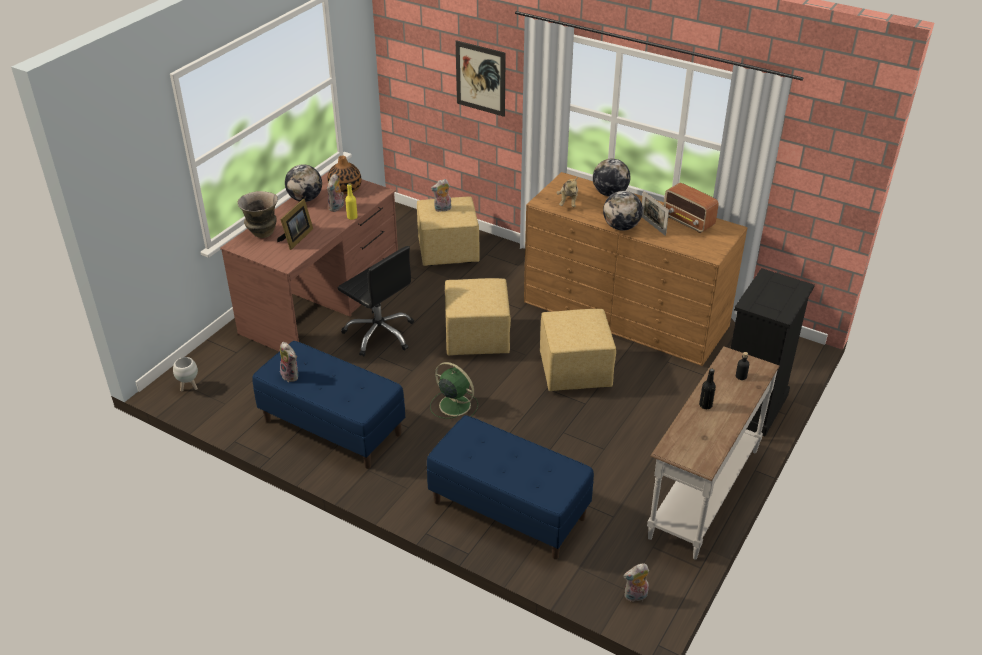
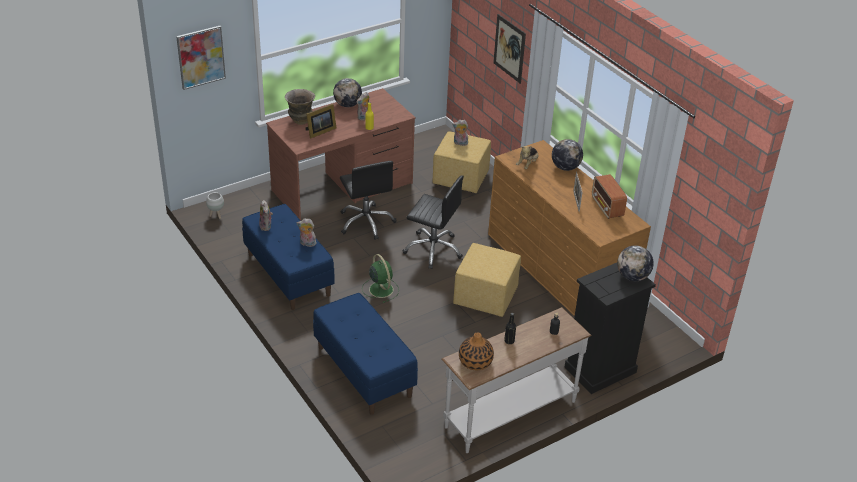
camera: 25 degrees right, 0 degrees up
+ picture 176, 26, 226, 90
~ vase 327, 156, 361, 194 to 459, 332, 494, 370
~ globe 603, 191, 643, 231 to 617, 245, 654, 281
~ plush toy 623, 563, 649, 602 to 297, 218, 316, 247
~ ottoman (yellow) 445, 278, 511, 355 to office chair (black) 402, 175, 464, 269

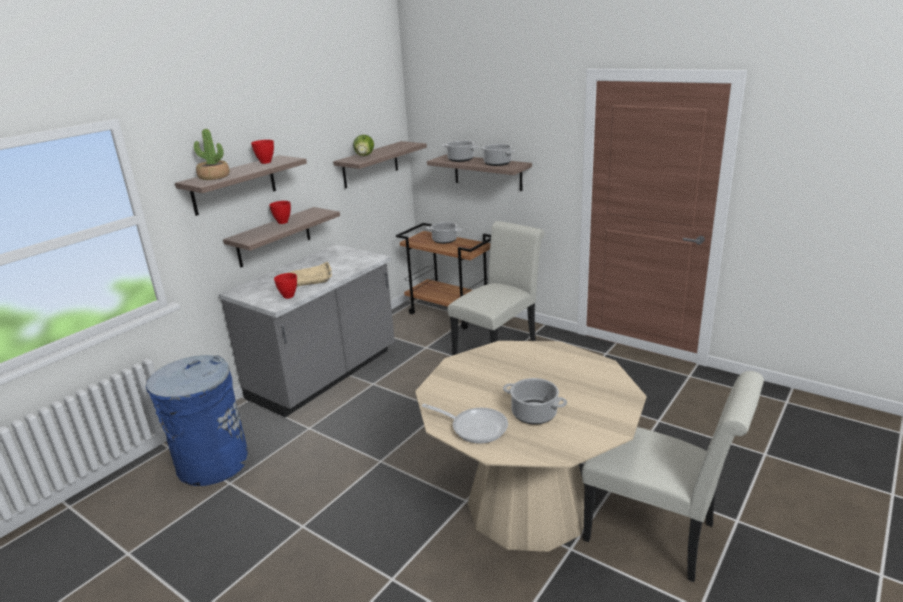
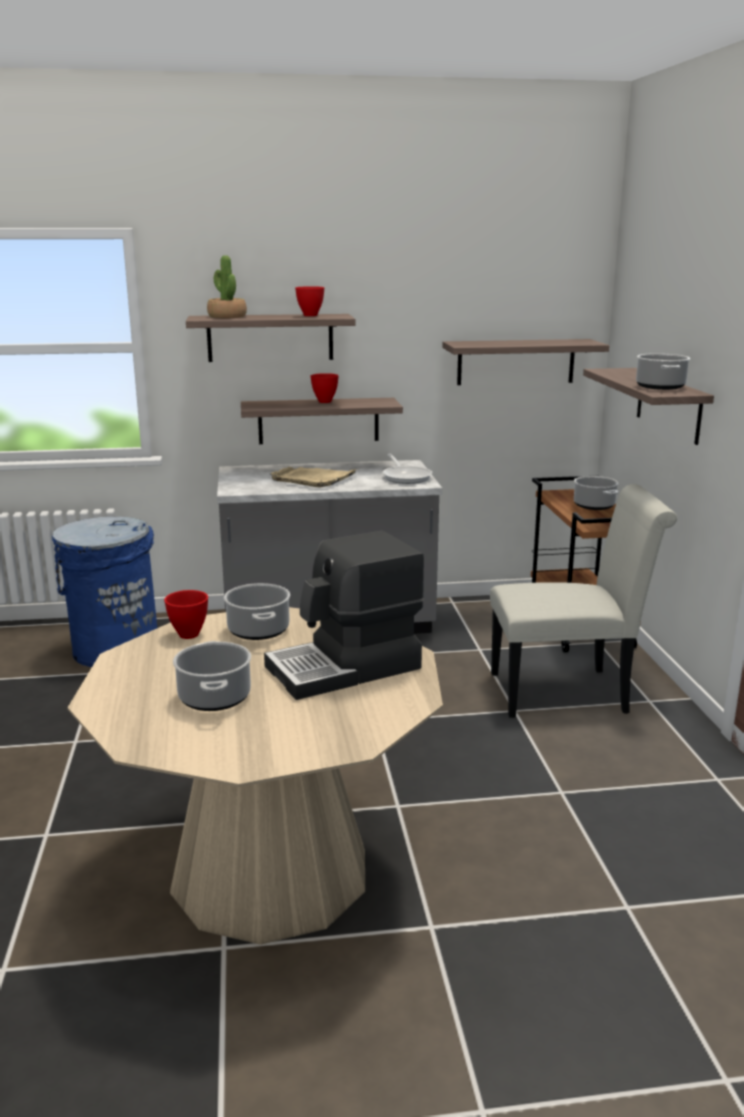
camera: 45 degrees right, 5 degrees down
- lettuce 353, 135, 374, 156
- chair (white) 582, 371, 764, 582
+ coffee machine 264, 531, 424, 700
~ bowl (red) 274, 273, 297, 299 to 164, 590, 208, 639
~ frying pan 422, 404, 508, 444 to 382, 454, 432, 484
~ cooking pot 442, 141, 479, 162 to 224, 583, 290, 640

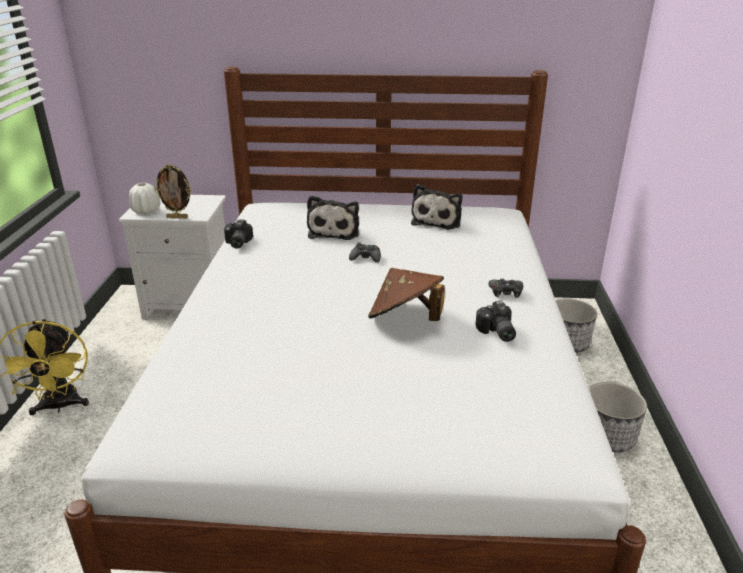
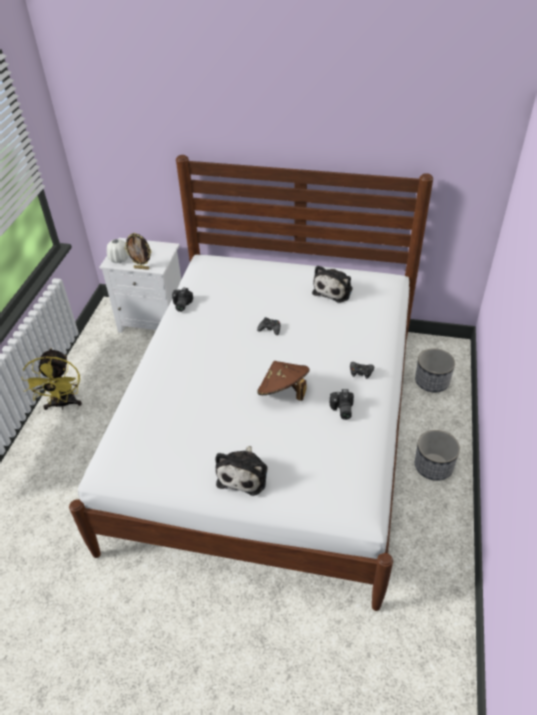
camera: 10 degrees right, 15 degrees up
~ plush toy 307, 195, 359, 240 to 215, 446, 268, 496

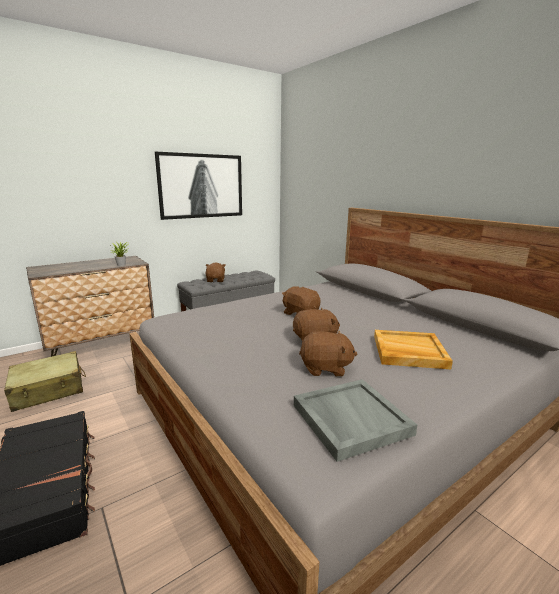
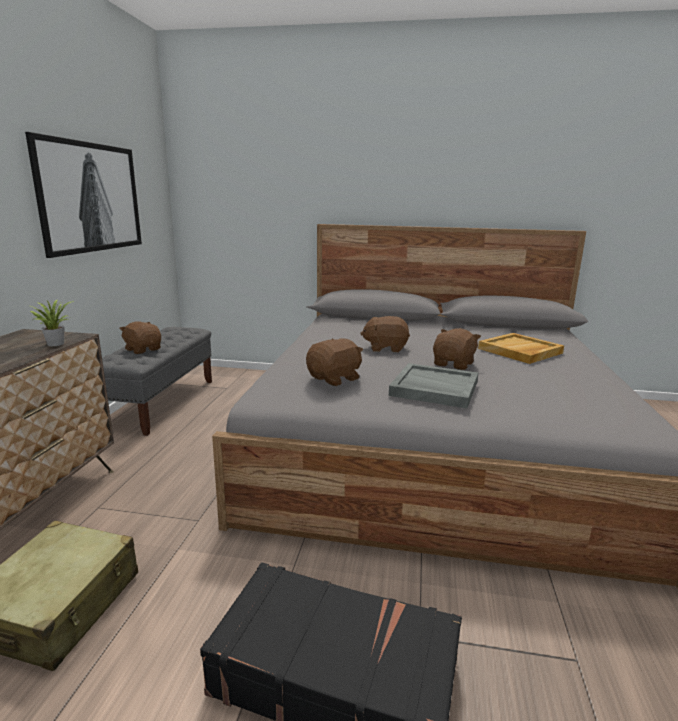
camera: 45 degrees left, 0 degrees up
~ tray (grey) 294, 379, 417, 462 to 389, 363, 478, 408
~ plush toy (brown) 299, 331, 357, 376 to 306, 338, 363, 386

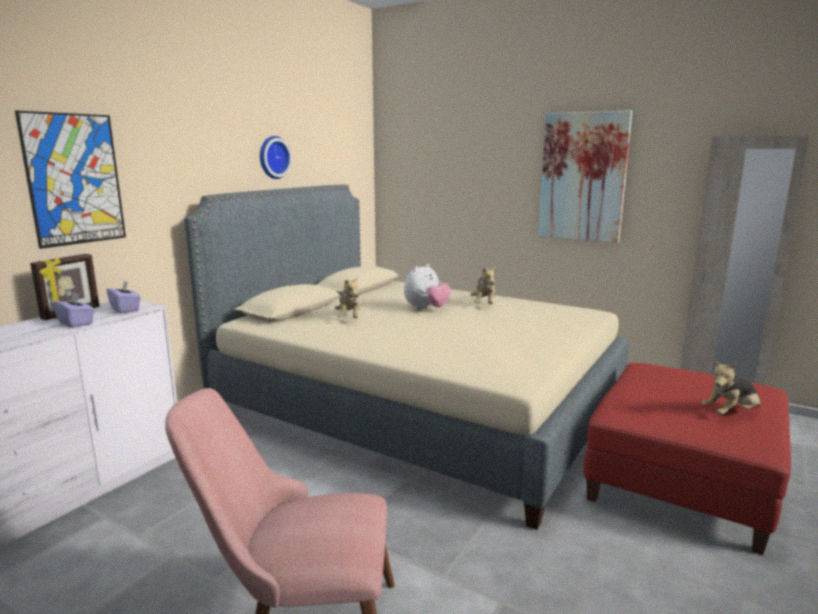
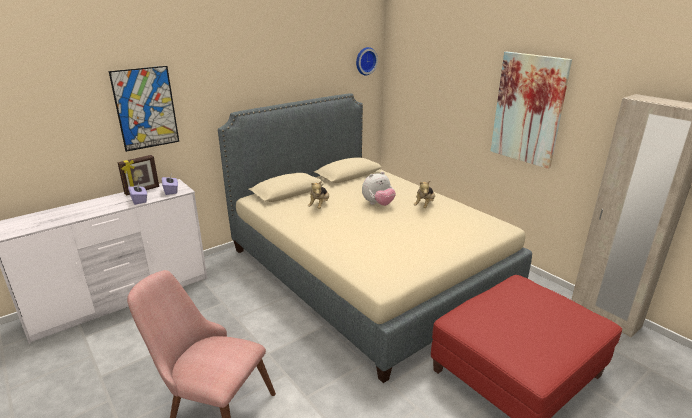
camera: 20 degrees right, 10 degrees up
- plush toy 702, 361, 761, 415
~ wall clock 260, 136, 292, 179 to 356, 47, 378, 75

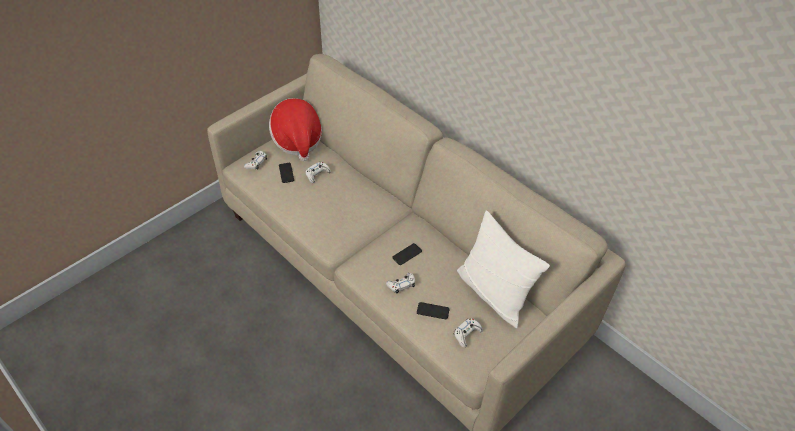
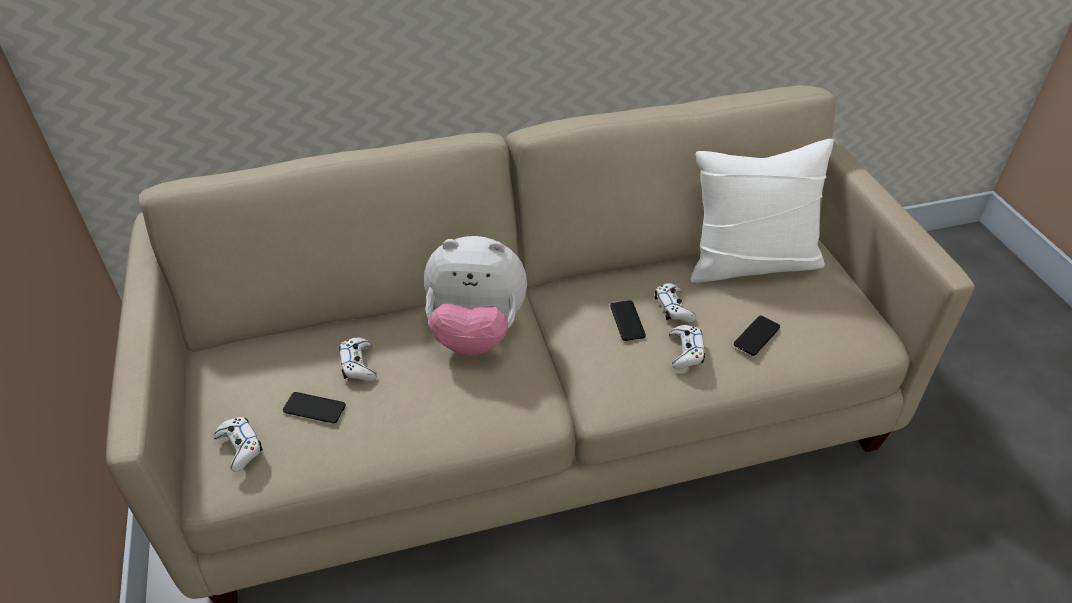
camera: 60 degrees left, 5 degrees down
- hat 269, 98, 322, 161
+ plush toy 424, 236, 527, 356
~ game controller (white) 454, 318, 483, 348 to 654, 283, 696, 322

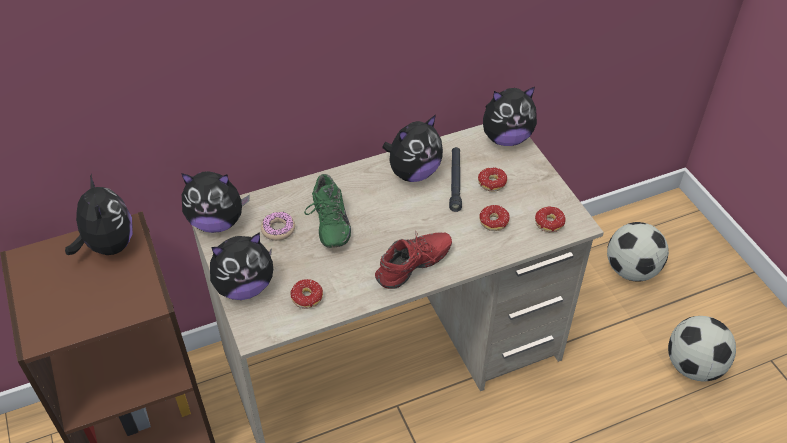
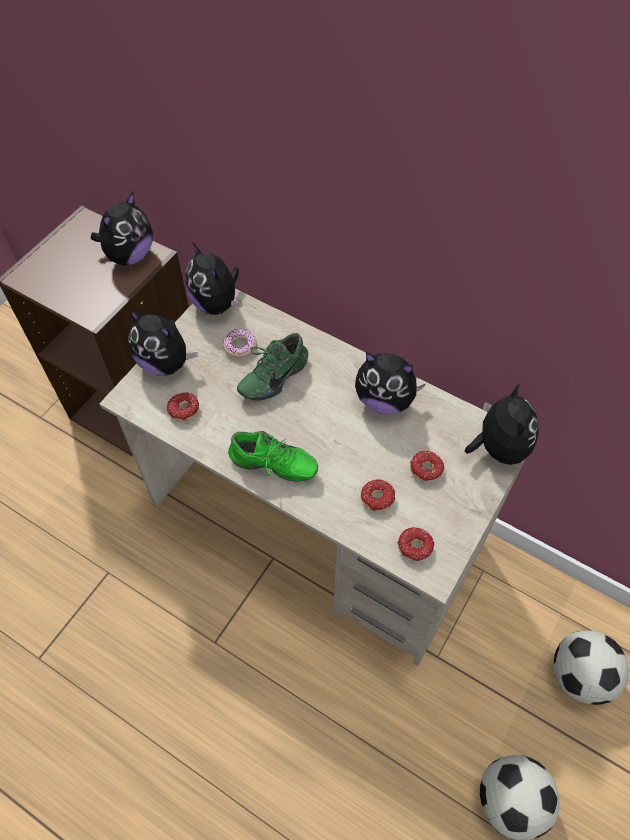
camera: 55 degrees right, 10 degrees up
- flashlight (black) 449, 147, 462, 212
~ shoe (red) 375, 232, 452, 289 to shoe (green) 228, 431, 318, 482
~ plush toy 483, 87, 537, 146 = 465, 384, 539, 465 135 degrees counterclockwise

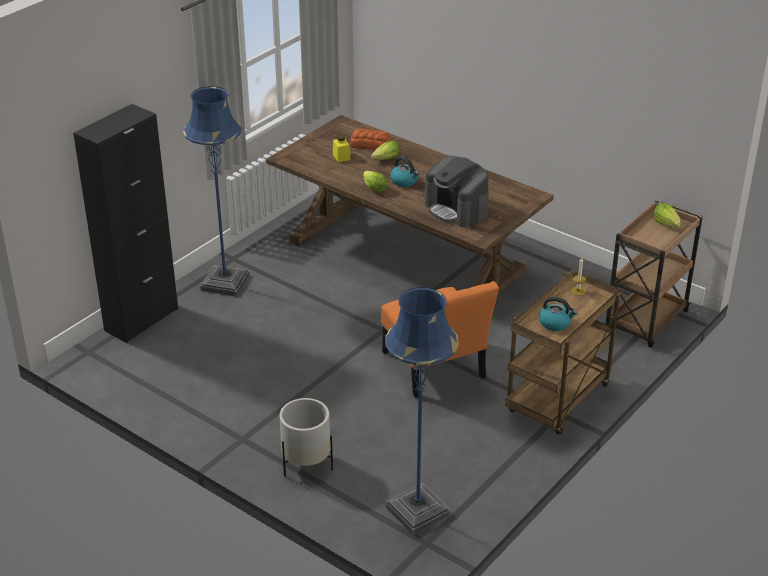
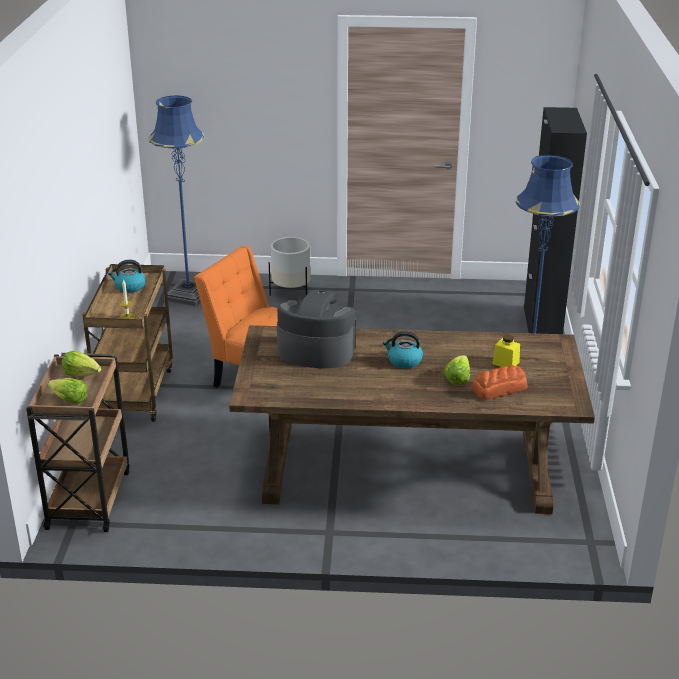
camera: 145 degrees right, 5 degrees down
~ lettuce 363, 171, 387, 192 to 62, 351, 101, 376

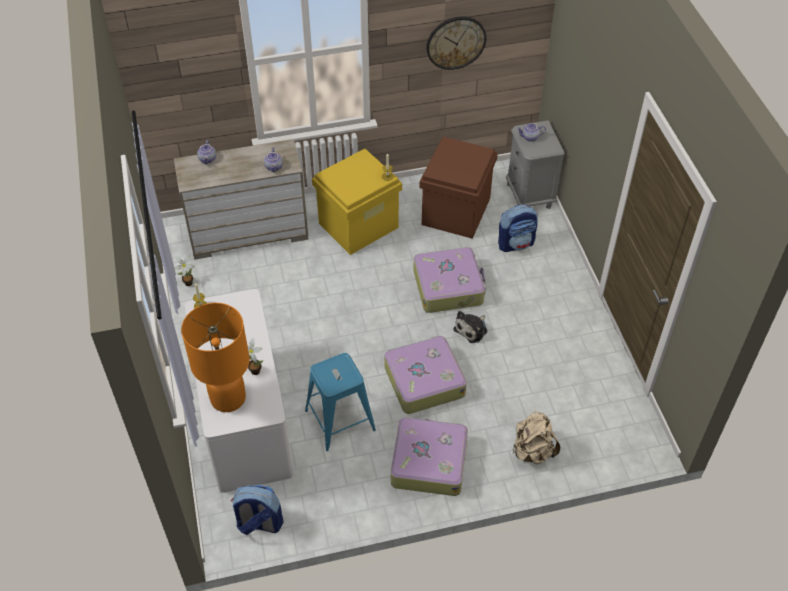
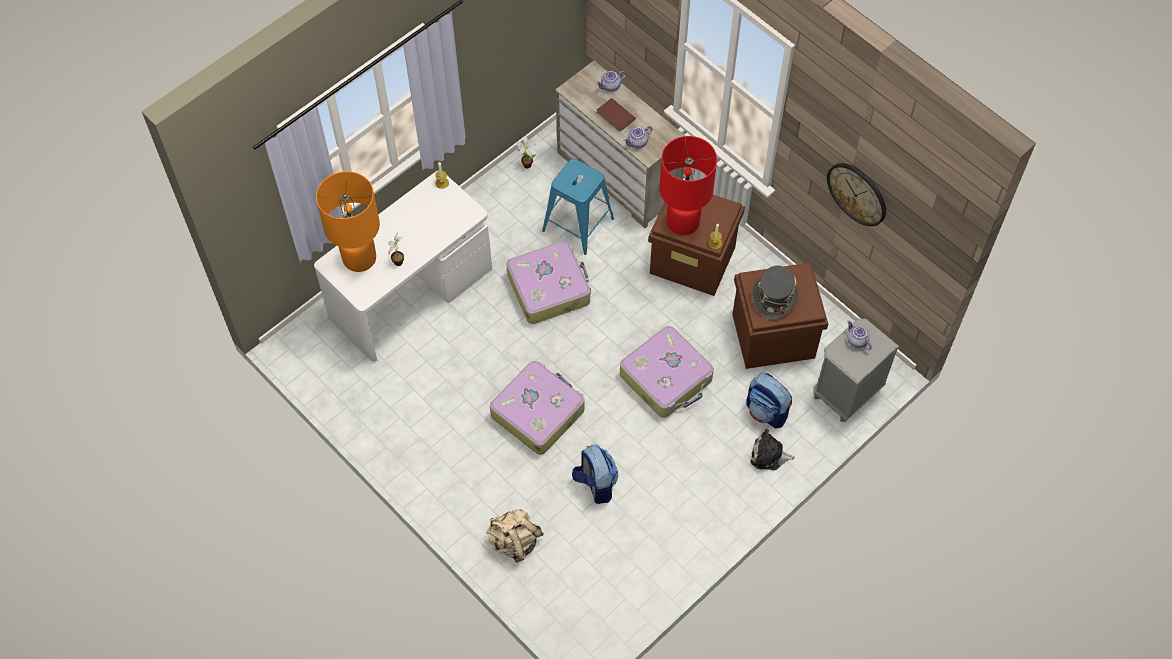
camera: 60 degrees right, 10 degrees up
+ book (brown) 597, 98, 636, 132
+ table lamp (red) 659, 136, 717, 235
+ hat (grey) 752, 266, 799, 320
~ backpack 231, 485, 284, 535 to 572, 444, 618, 504
~ stool (blue) 305, 353, 376, 451 to 542, 159, 614, 255
~ suitcase 391, 416, 468, 496 to 506, 241, 591, 324
~ plush toy 453, 311, 487, 343 to 751, 429, 795, 470
~ storage box (yellow) 312, 149, 402, 255 to storage box (brown) 648, 195, 745, 296

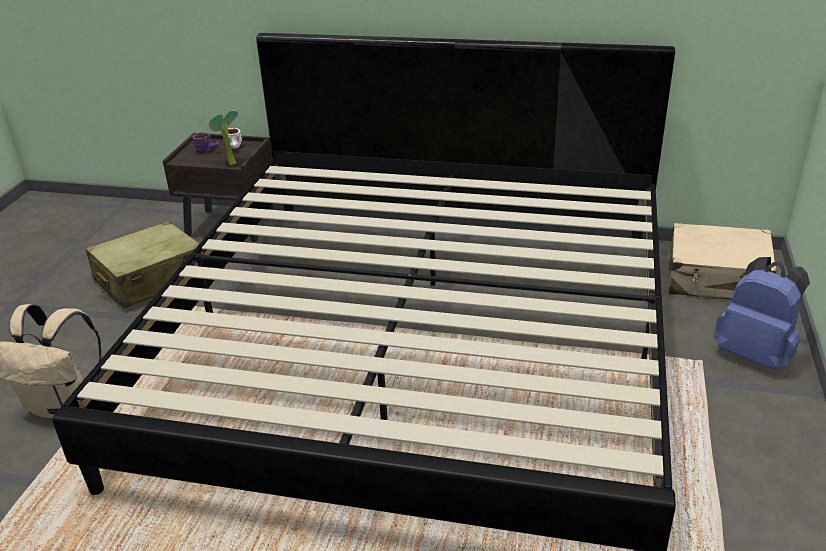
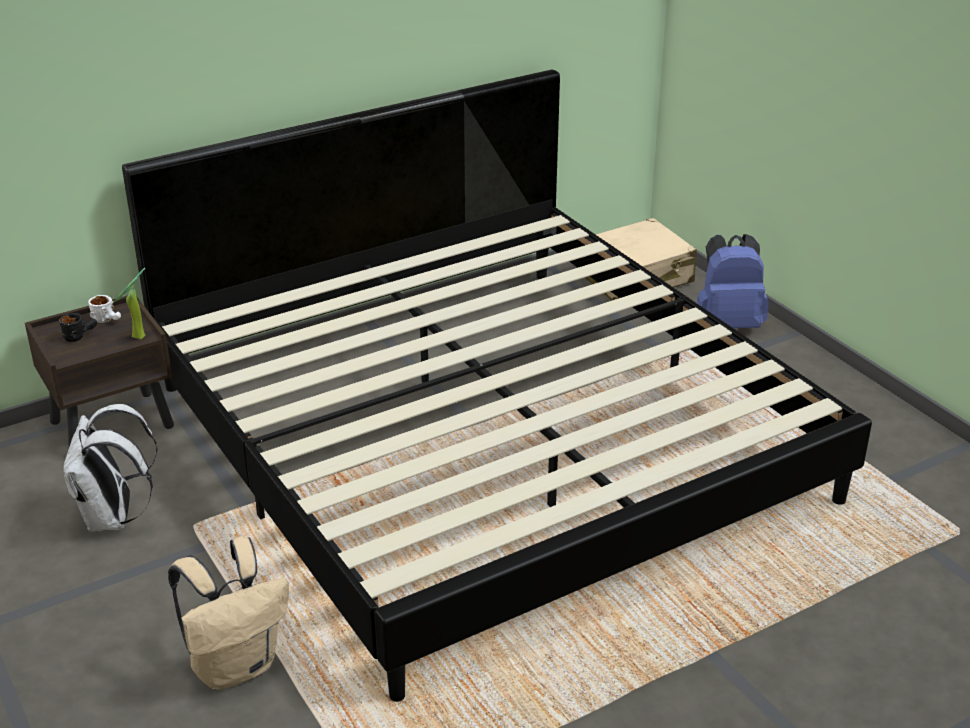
camera: 45 degrees left, 0 degrees up
~ suitcase (beige) 85, 221, 200, 309 to backpack (white) 64, 404, 158, 532
~ mug (purple) 192, 132, 220, 153 to mug (black) 59, 313, 97, 342

